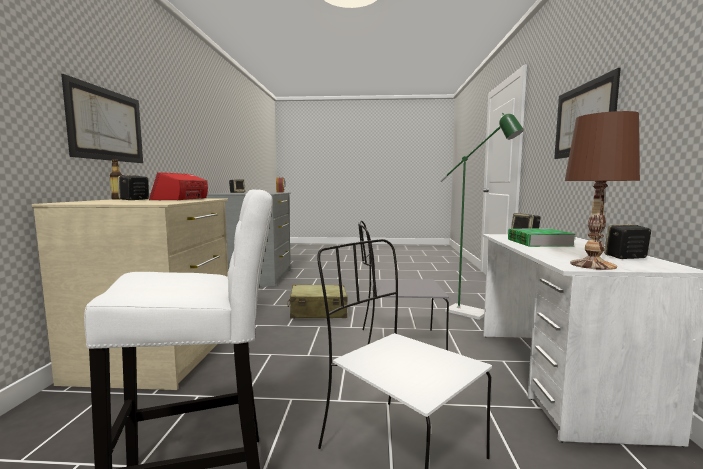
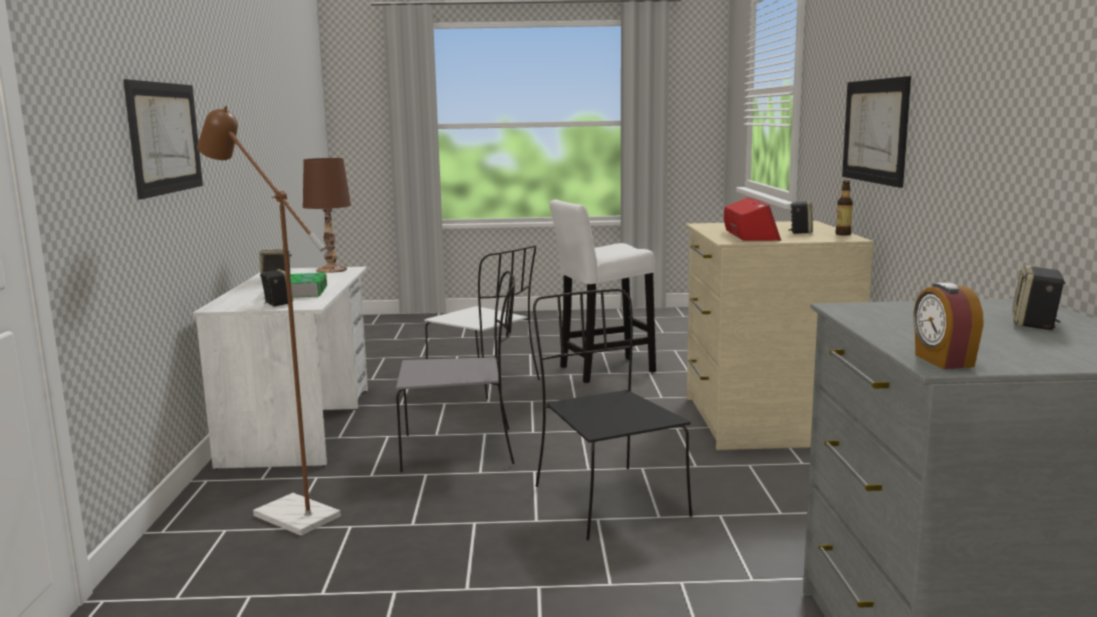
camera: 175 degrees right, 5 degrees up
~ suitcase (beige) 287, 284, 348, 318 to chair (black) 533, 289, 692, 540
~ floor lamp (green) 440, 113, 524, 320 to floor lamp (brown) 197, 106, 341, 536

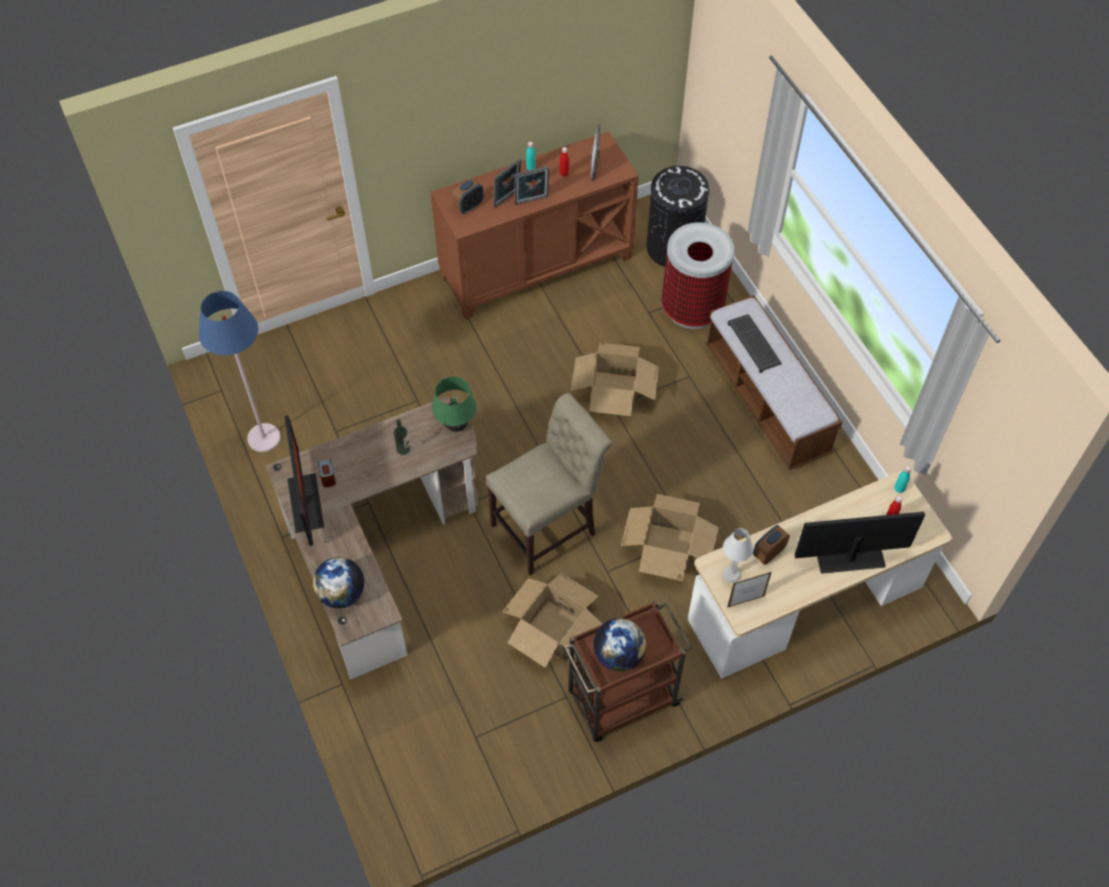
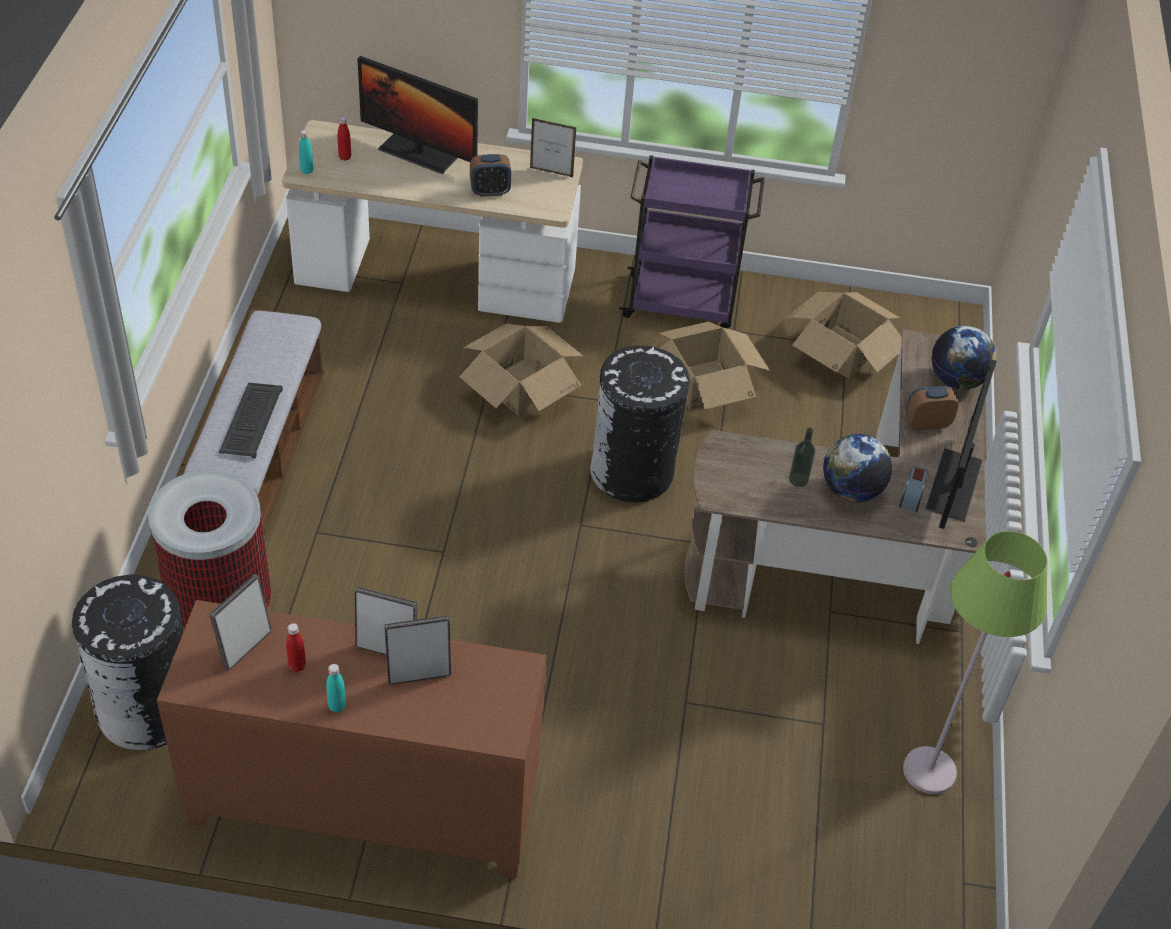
camera: 150 degrees left, 10 degrees down
- table lamp (green) 432, 377, 477, 432
- table lamp (white) 723, 528, 753, 583
~ alarm clock 452, 178, 484, 214 to 906, 386, 959, 431
~ cardboard box 570, 343, 659, 416 to 786, 292, 902, 378
~ globe 593, 618, 646, 671 to 823, 434, 892, 502
~ chair (beige) 486, 393, 612, 575 to trash can (black) 590, 345, 690, 502
~ floor lamp (blue) 199, 291, 281, 452 to floor lamp (green) 903, 531, 1047, 794
~ cart (brown) 563, 601, 692, 742 to cart (purple) 619, 155, 765, 329

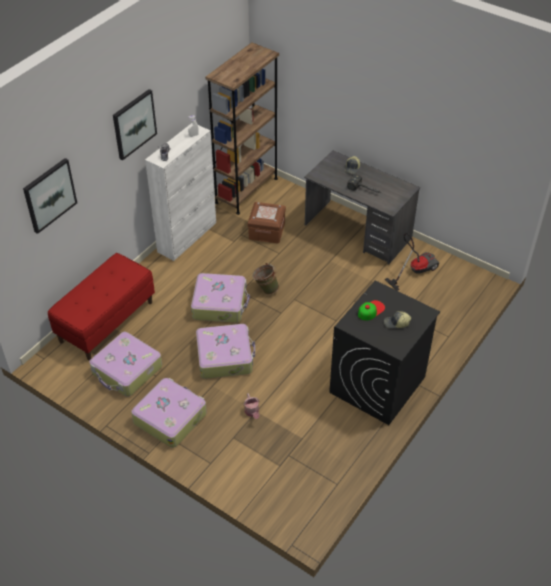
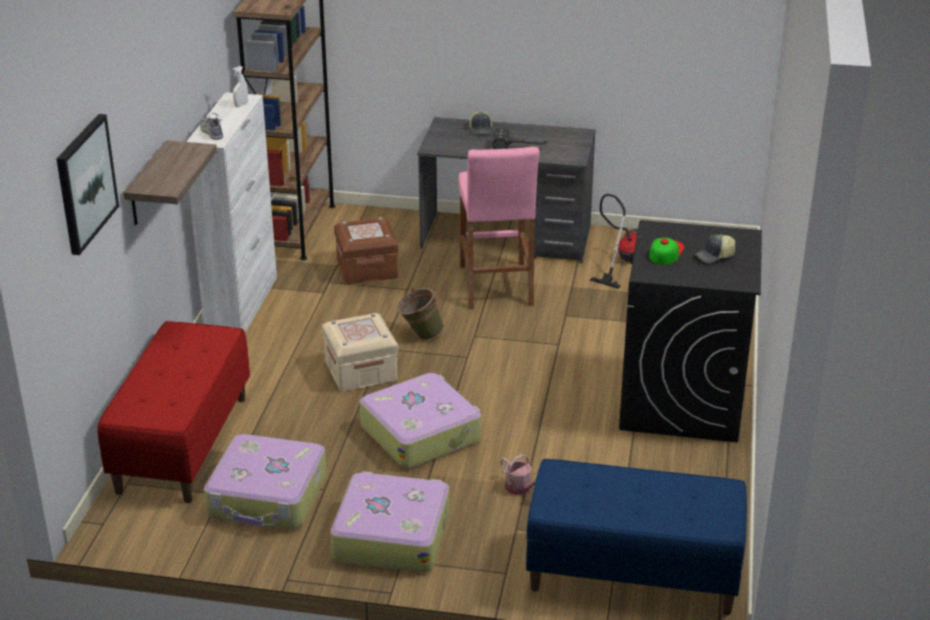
camera: 25 degrees left, 15 degrees down
- picture 113, 89, 157, 160
+ shelf 123, 140, 217, 225
+ stool (pink) 458, 147, 539, 309
+ bench (blue) 526, 459, 747, 615
~ suitcase 191, 273, 250, 323 to storage box (beige) 322, 313, 398, 392

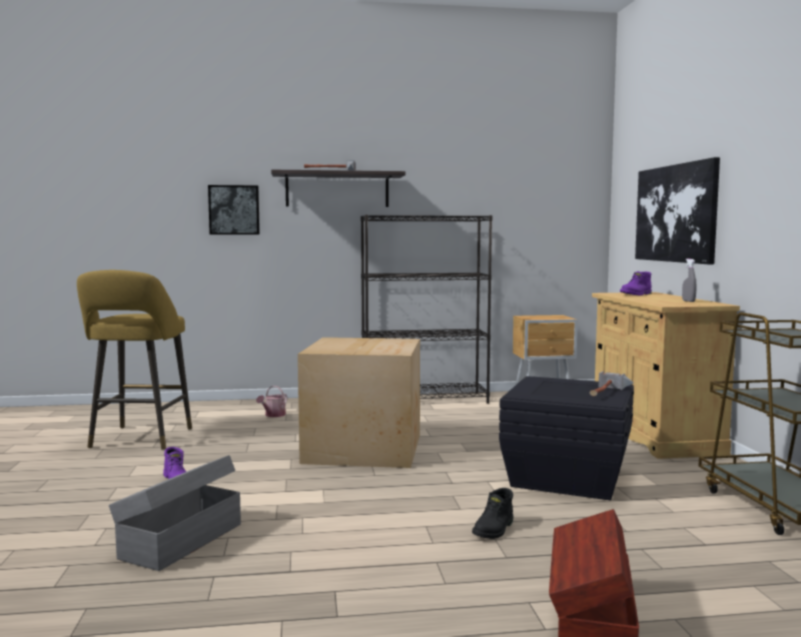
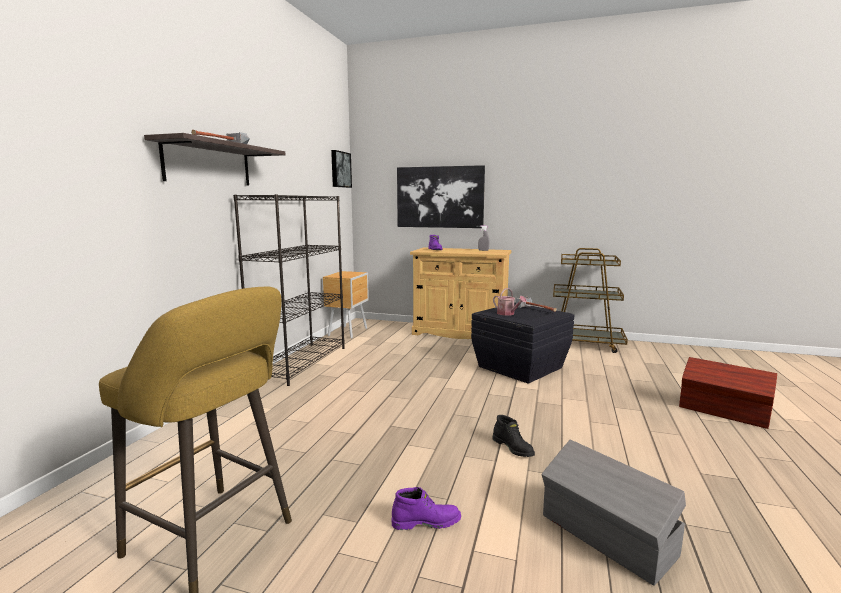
camera: 65 degrees left, 5 degrees up
- cardboard box 298, 337, 420, 468
~ picture 208, 185, 260, 235 to 331, 150, 352, 188
~ watering can 256, 386, 287, 417 to 493, 288, 526, 316
~ boot (black) 472, 488, 513, 539 to 492, 415, 535, 457

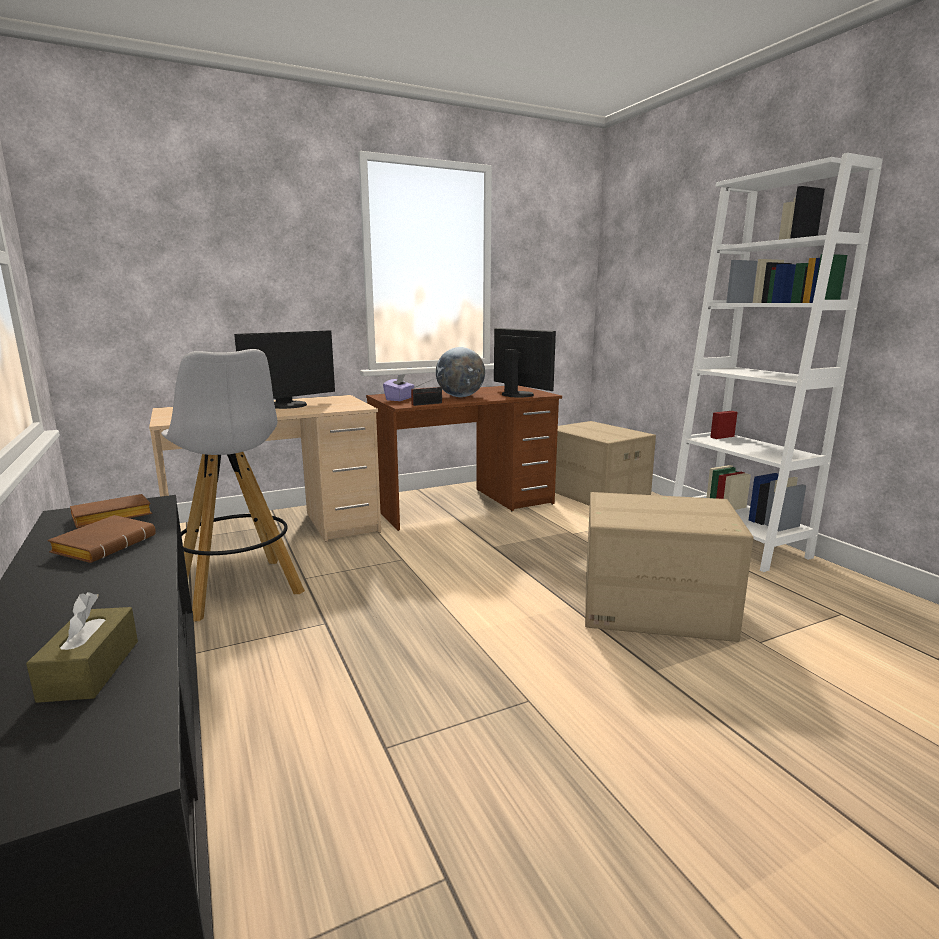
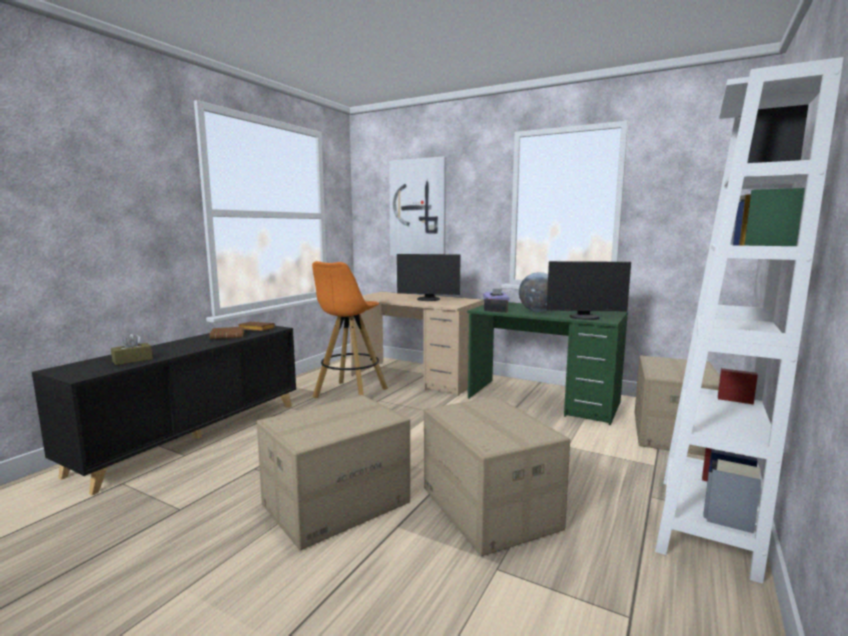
camera: 55 degrees right, 5 degrees down
+ cardboard box 257, 395, 410, 550
+ picture 389, 156, 446, 256
~ stool (white) 161, 349, 305, 622 to stool (orange) 312, 261, 388, 398
~ desk (brown) 366, 386, 562, 531 to desk (green) 467, 302, 628, 425
~ monitor 494, 328, 556, 398 = 547, 261, 631, 320 75 degrees clockwise

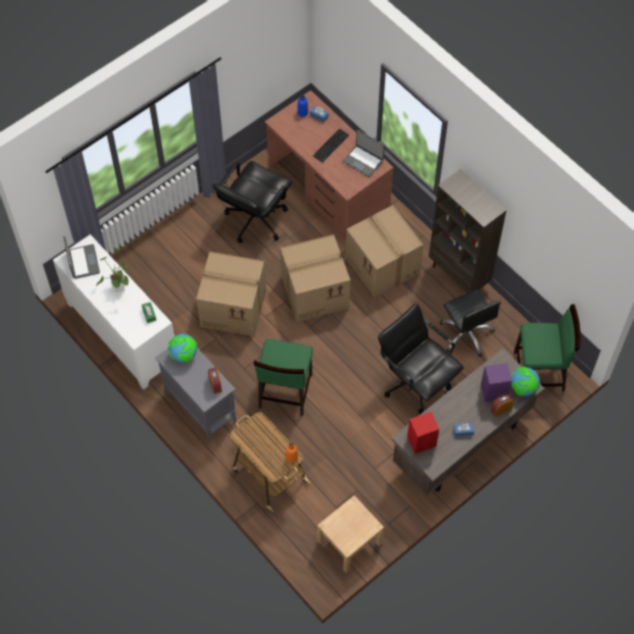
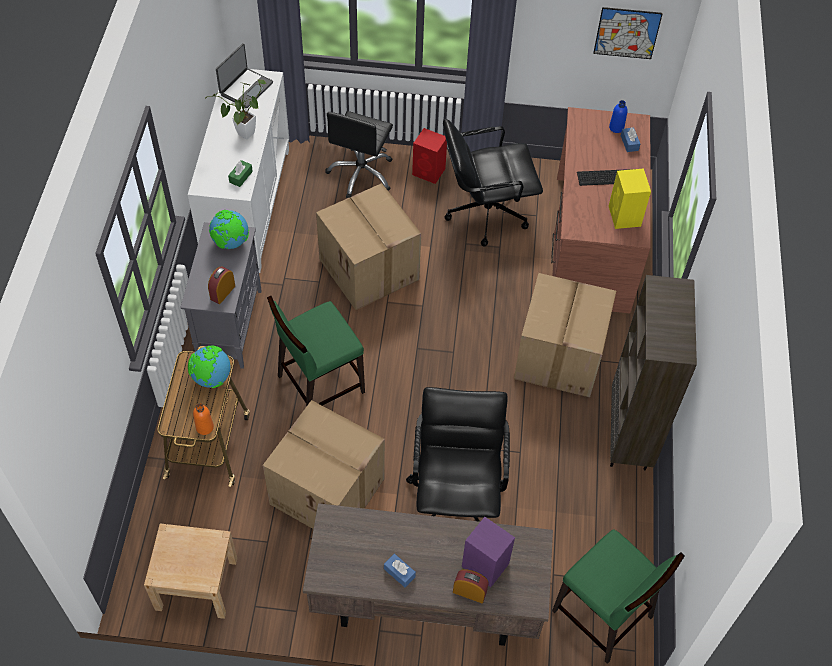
camera: 45 degrees right, 5 degrees down
+ picture 593, 7, 663, 59
~ cardboard box 280, 234, 351, 322 to 263, 400, 385, 529
~ speaker (red) 407, 412, 439, 454 to 412, 128, 447, 184
~ office chair (black) 439, 289, 501, 357 to 325, 111, 393, 198
~ globe 511, 367, 540, 396 to 188, 345, 231, 388
~ laptop 342, 130, 385, 177 to speaker (yellow) 609, 168, 651, 229

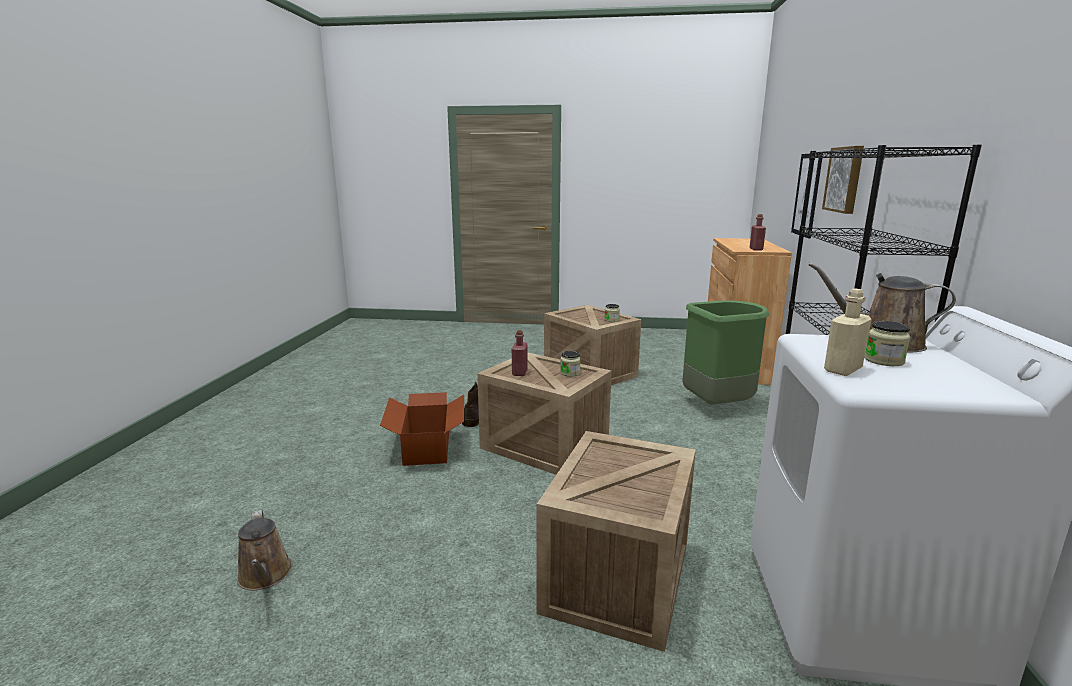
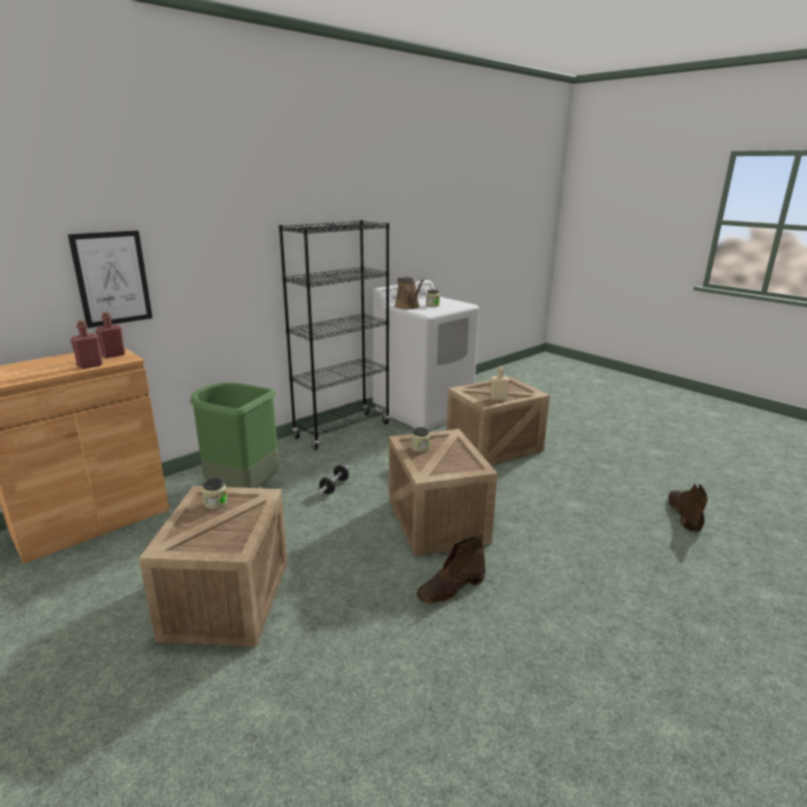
camera: 140 degrees left, 5 degrees up
- cardboard box 380, 392, 464, 466
- picture 822, 146, 864, 214
+ dumbbell 318, 465, 349, 494
~ bottle (red) 512, 330, 528, 376 to 70, 320, 103, 369
~ bottle (beige) 824, 288, 872, 376 to 490, 366, 509, 401
~ watering can (brown) 237, 510, 293, 590 to boot (brown) 668, 483, 708, 532

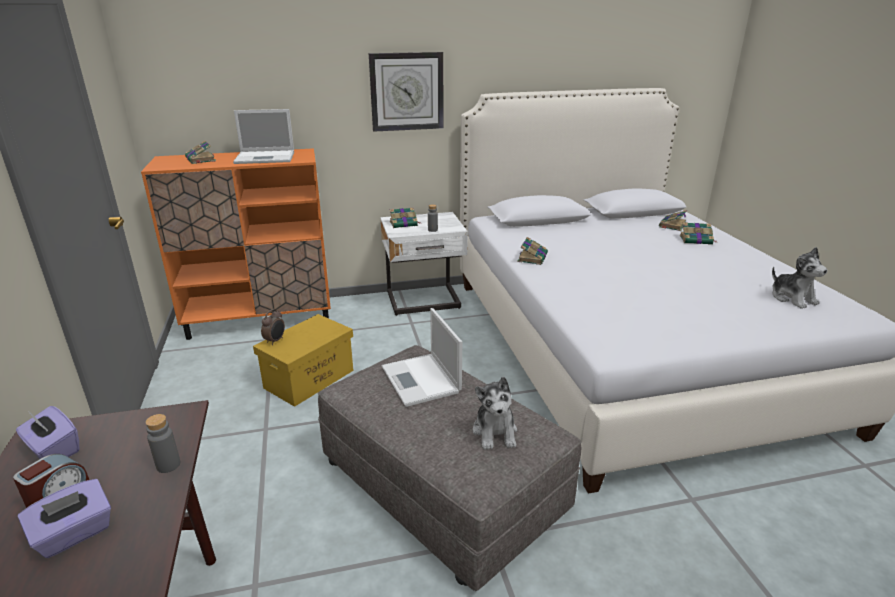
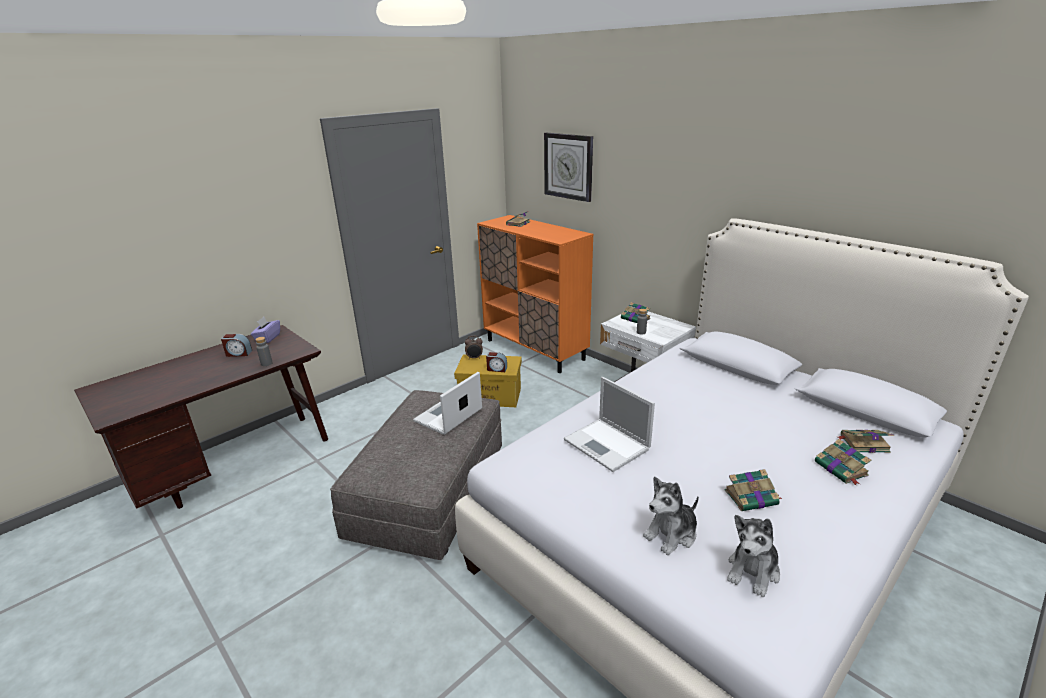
camera: 60 degrees right, 0 degrees up
- tissue box (purple) 17, 479, 111, 558
+ alarm clock 486, 352, 507, 372
~ laptop 233, 109, 294, 164 to 564, 377, 655, 472
~ wall clock 369, 52, 444, 132 to 544, 133, 593, 202
~ plush toy 473, 377, 517, 450 to 643, 477, 699, 555
~ book 517, 237, 548, 265 to 724, 469, 782, 511

